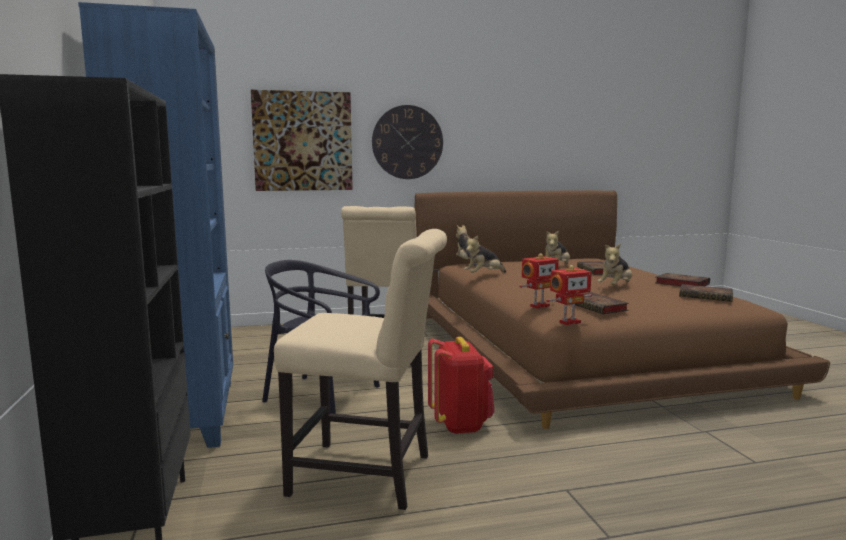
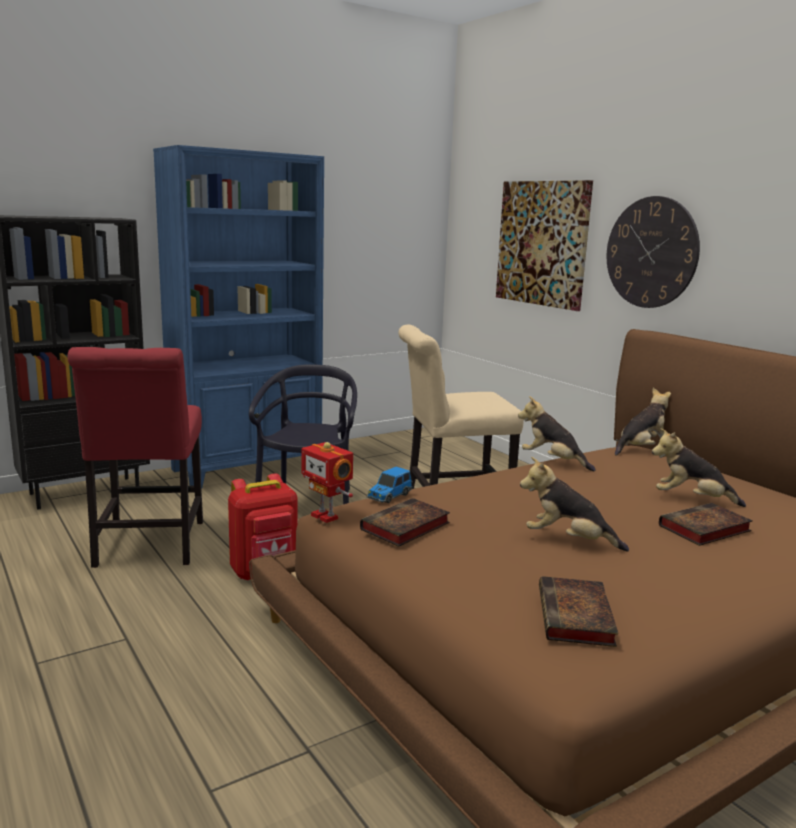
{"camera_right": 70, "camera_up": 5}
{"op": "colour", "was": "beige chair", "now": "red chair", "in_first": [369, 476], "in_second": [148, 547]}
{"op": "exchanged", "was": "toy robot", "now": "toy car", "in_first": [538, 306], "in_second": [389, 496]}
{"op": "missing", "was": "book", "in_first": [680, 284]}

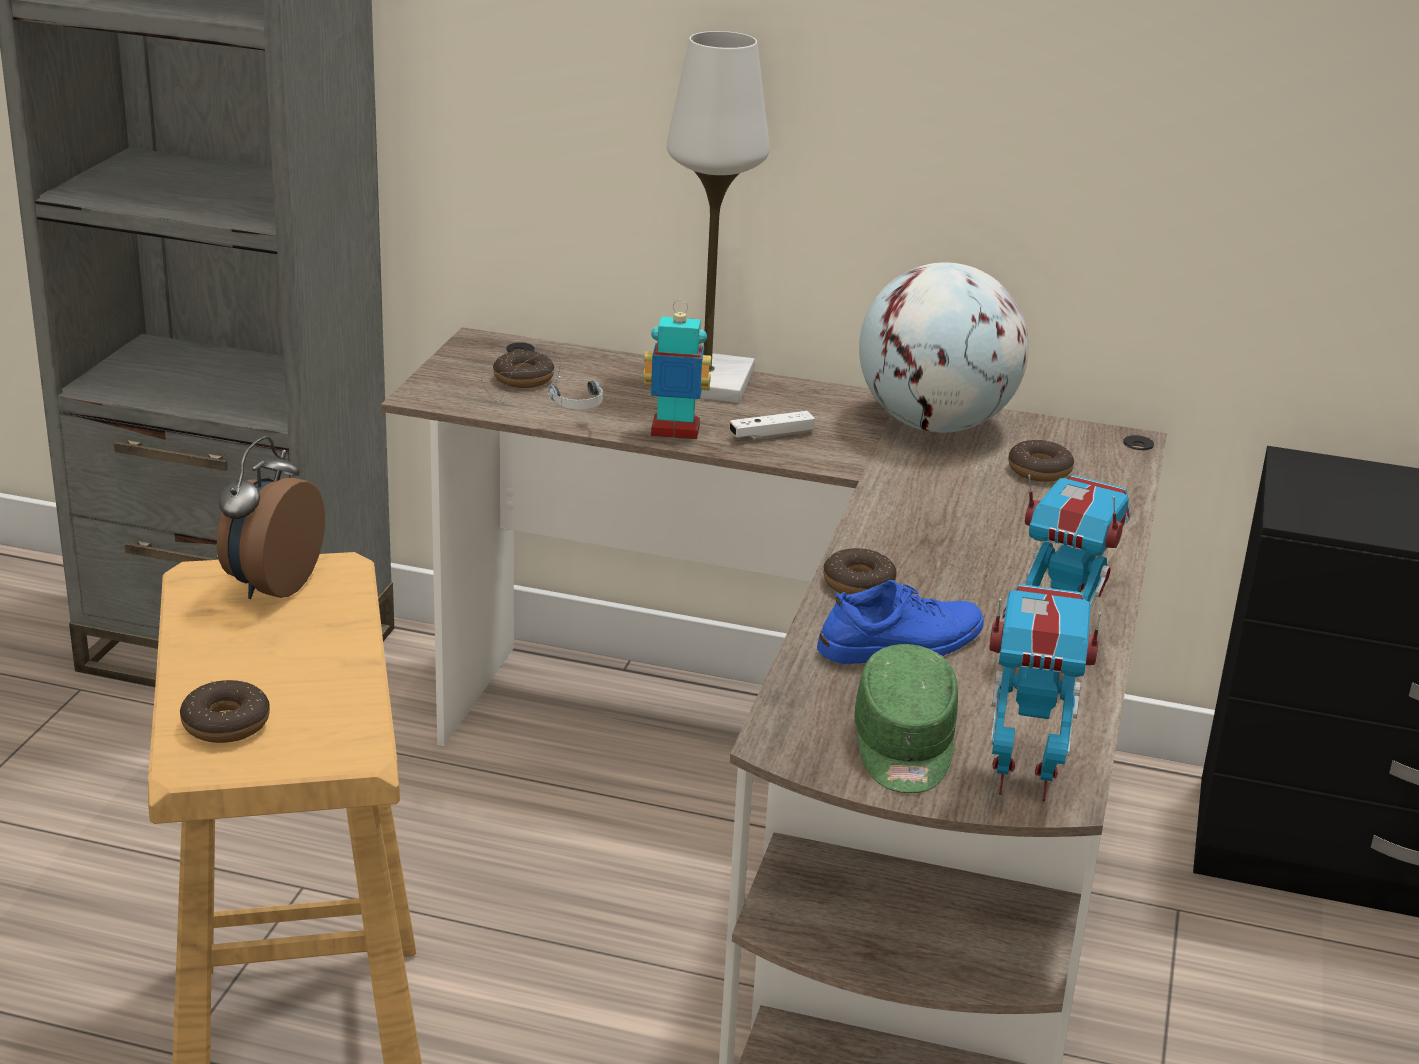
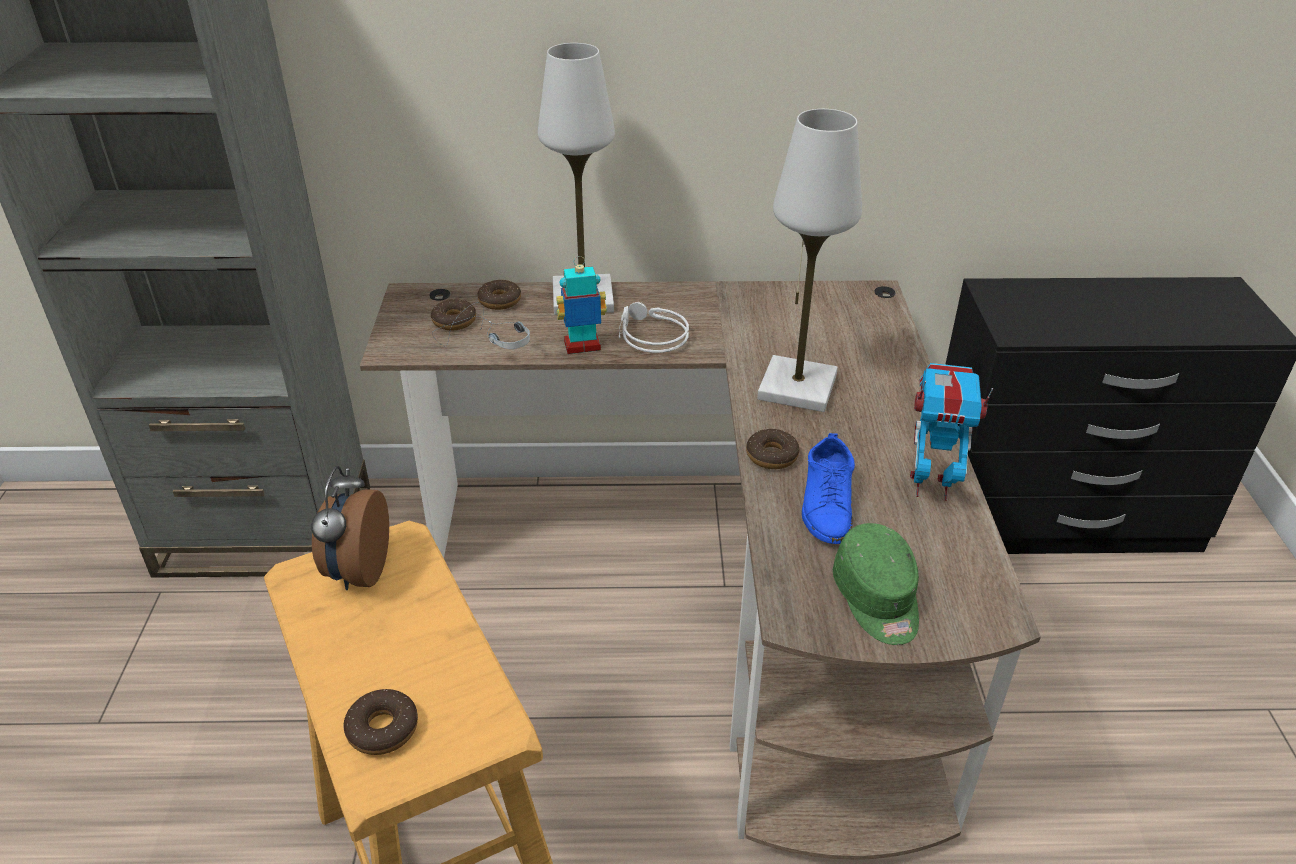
{"camera_right": -15, "camera_up": 10}
{"op": "missing", "was": "globe", "in_first": [935, 425]}
{"op": "exchanged", "was": "white game controller", "now": "grey headphones", "in_first": [771, 435], "in_second": [649, 336]}
{"op": "relocated", "was": "donut", "in_first": [1039, 470], "in_second": [500, 301]}
{"op": "spun", "was": "blue shoe", "in_first": [901, 643], "in_second": [827, 503], "clockwise": 135}
{"op": "missing", "was": "toy robot", "in_first": [1023, 780]}
{"op": "appeared", "now": "white table lamp", "in_second": [797, 387]}

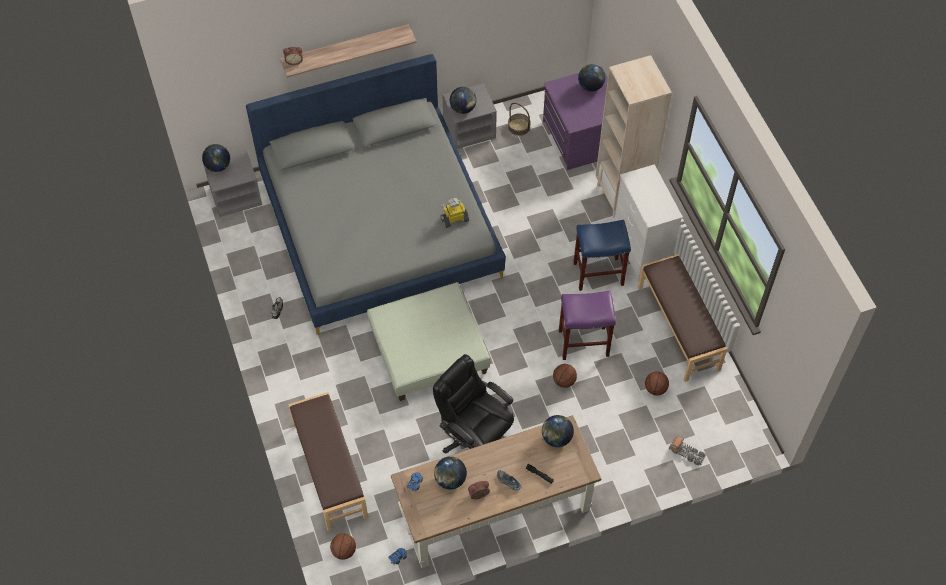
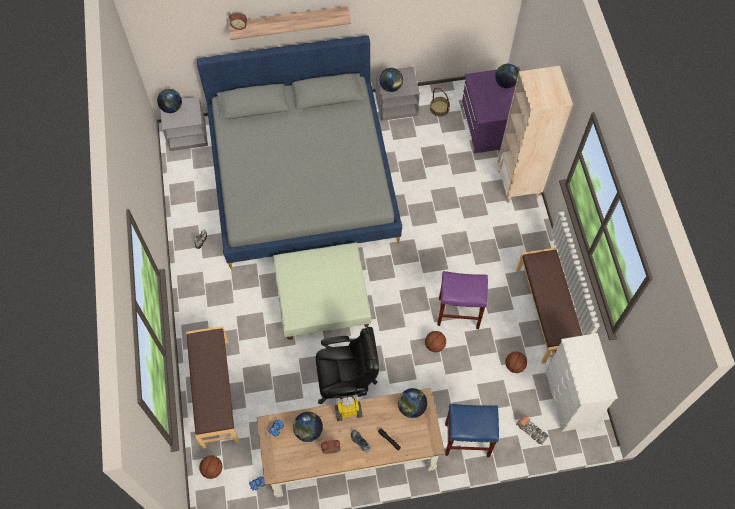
{"camera_right": 10, "camera_up": 5}
{"op": "relocated", "was": "white dresser", "in_first": [640, 251], "in_second": [568, 399]}
{"op": "relocated", "was": "toy robot", "in_first": [454, 219], "in_second": [348, 411]}
{"op": "relocated", "was": "blue stool", "in_first": [599, 273], "in_second": [467, 439]}
{"op": "spun", "was": "black office chair", "in_first": [475, 437], "in_second": [346, 383], "clockwise": 120}

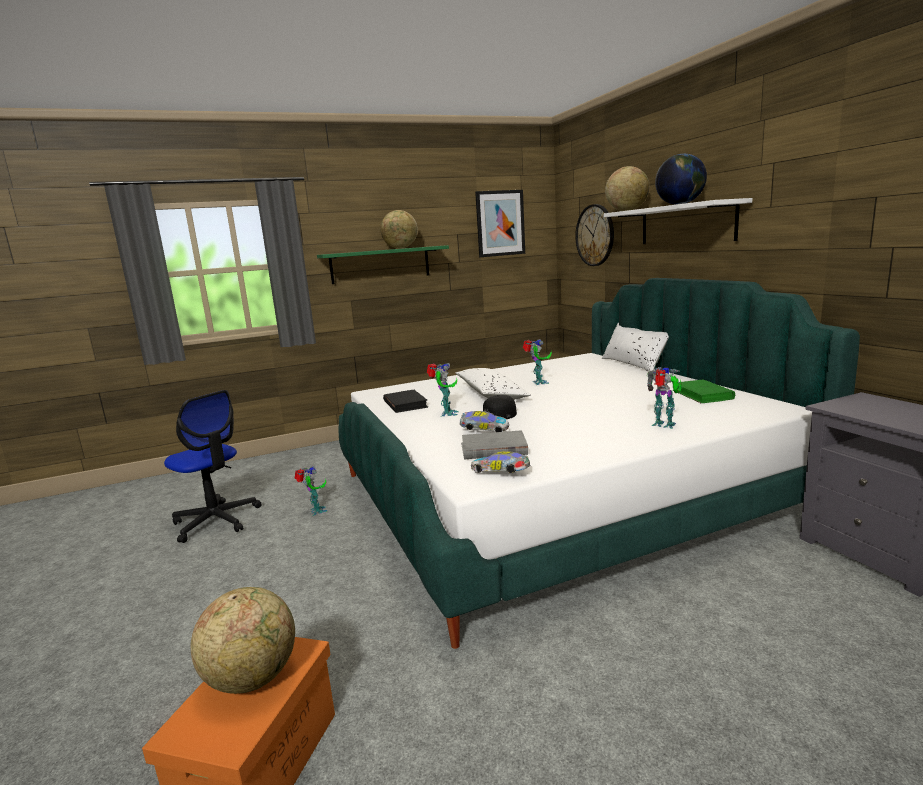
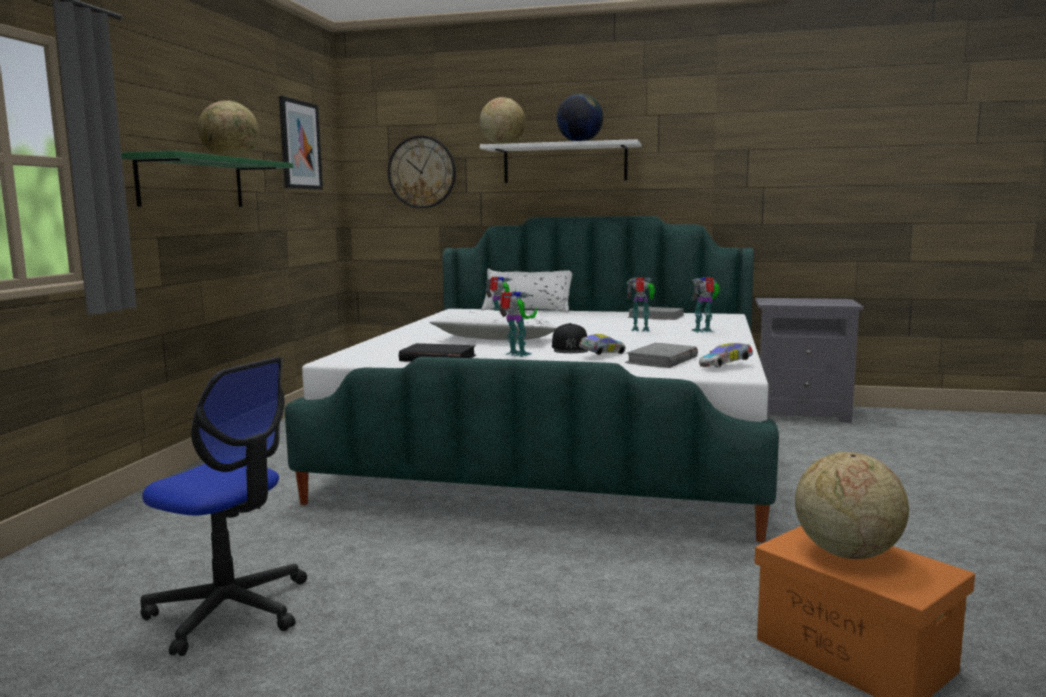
{"camera_right": -55, "camera_up": -5}
{"op": "colour", "was": "green book", "now": "grey book", "in_first": [702, 395], "in_second": [656, 316]}
{"op": "spun", "was": "office chair", "in_first": [216, 521], "in_second": [230, 610], "clockwise": 45}
{"op": "relocated", "was": "toy robot", "in_first": [316, 511], "in_second": [641, 330]}

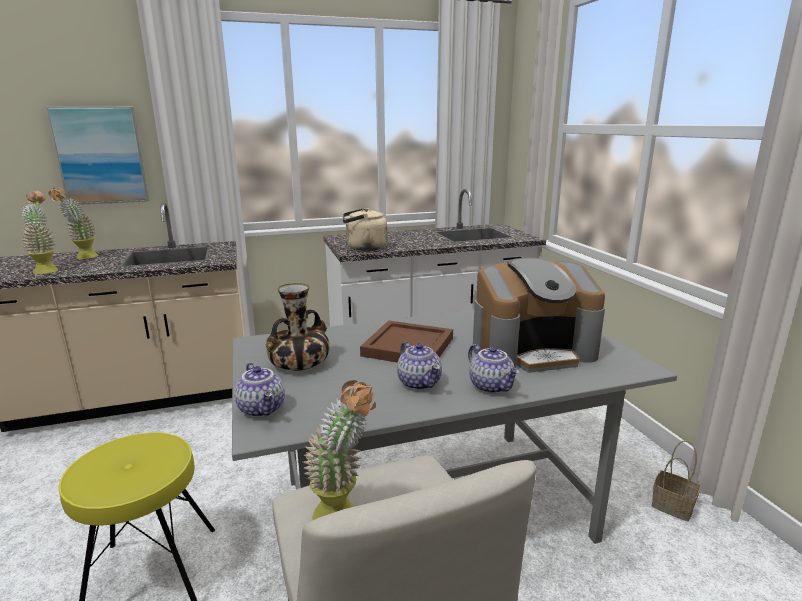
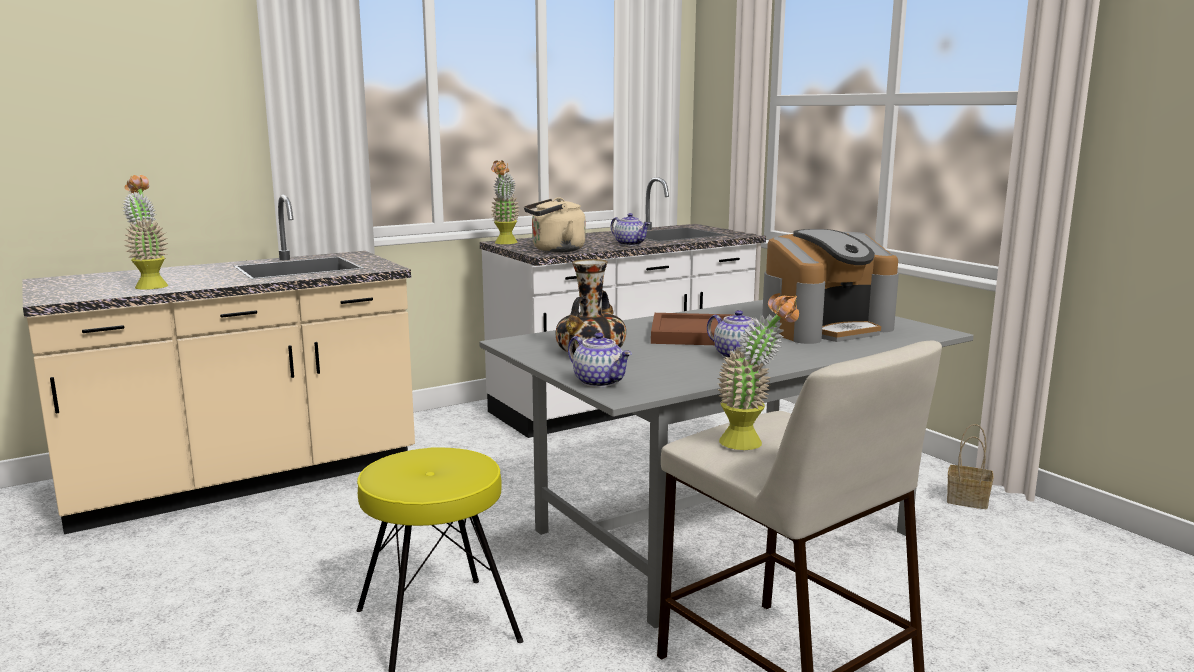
{"camera_right": -15, "camera_up": -5}
{"op": "missing", "was": "picture", "in_first": [101, 155]}
{"op": "relocated", "was": "potted plant", "in_first": [82, 258], "in_second": [505, 243]}
{"op": "relocated", "was": "teapot", "in_first": [492, 386], "in_second": [630, 244]}

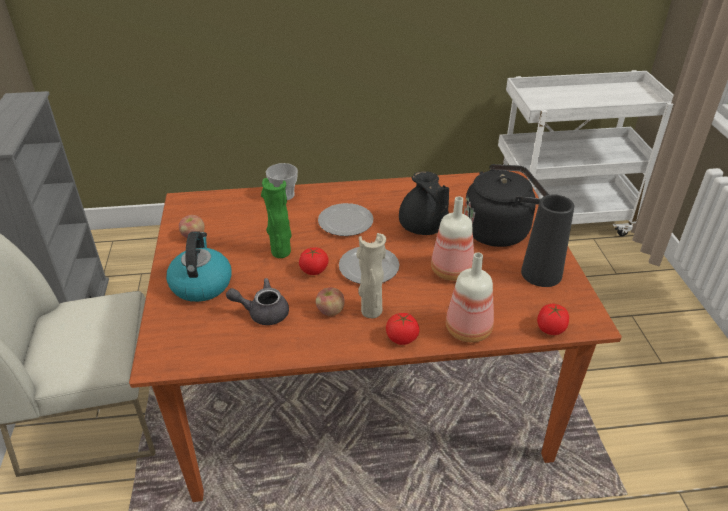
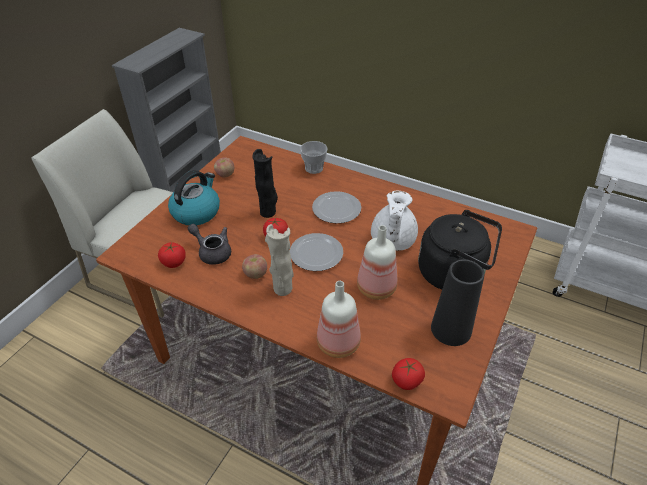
{"camera_right": 35, "camera_up": 5}
{"op": "colour", "was": "black teapot", "now": "white teapot", "in_first": [423, 227], "in_second": [392, 241]}
{"op": "colour", "was": "green vase", "now": "black vase", "in_first": [281, 252], "in_second": [268, 212]}
{"op": "relocated", "was": "tomato", "in_first": [401, 338], "in_second": [174, 262]}

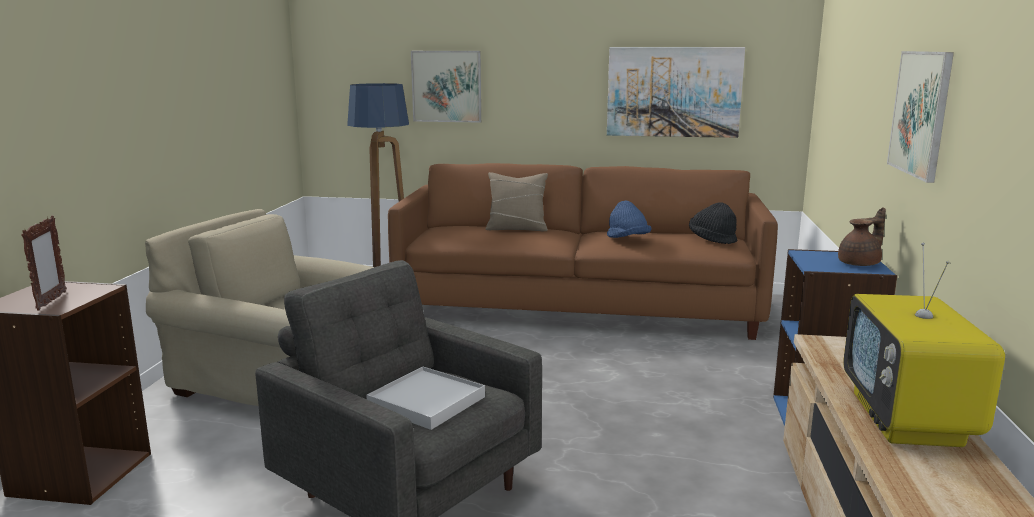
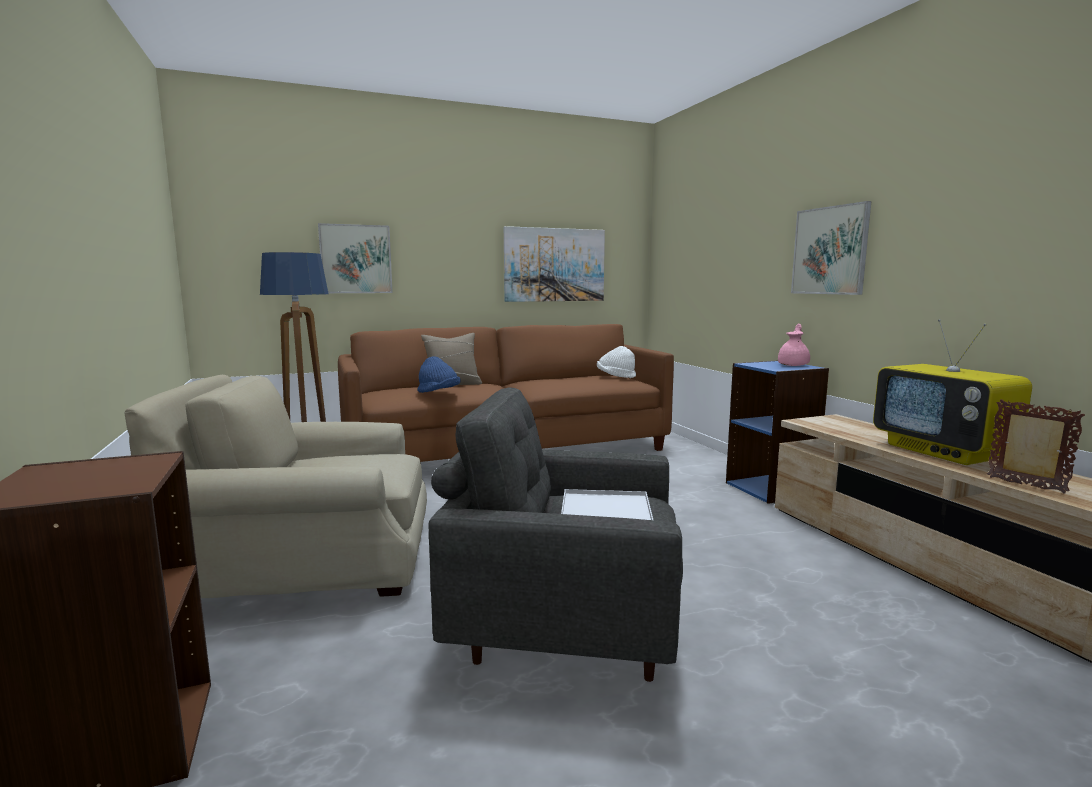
{"camera_right": -30, "camera_up": -5}
{"op": "relocated", "was": "blue hat", "in_first": [627, 240], "in_second": [438, 393]}
{"op": "colour", "was": "black hat", "now": "white hat", "in_first": [712, 239], "in_second": [615, 377]}
{"op": "colour", "was": "brown teapot", "now": "pink teapot", "in_first": [860, 263], "in_second": [794, 365]}
{"op": "relocated", "was": "picture frame", "in_first": [51, 301], "in_second": [1026, 485]}

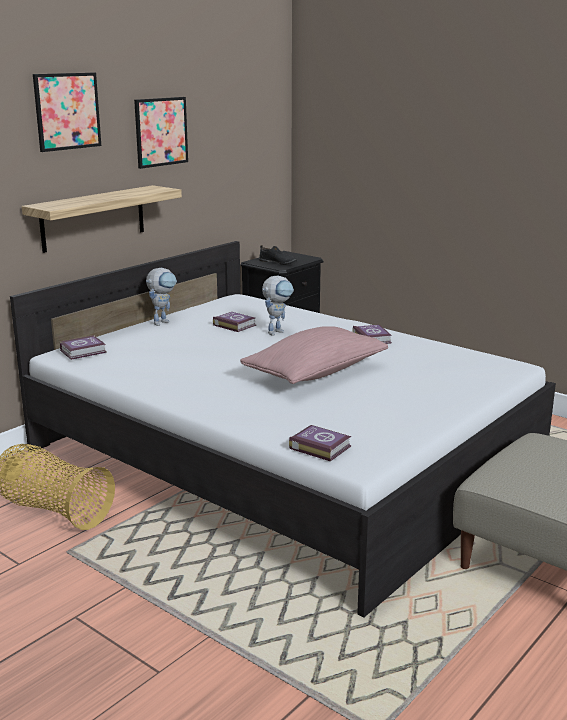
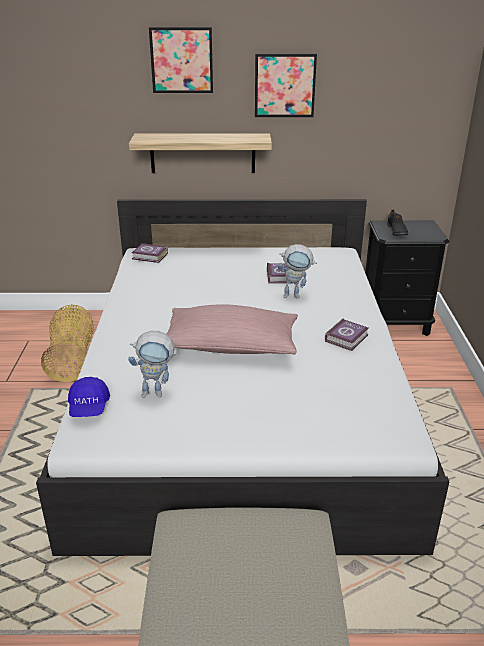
{"camera_right": 50, "camera_up": 10}
{"op": "relocated", "was": "toy robot", "in_first": [163, 321], "in_second": [158, 393]}
{"op": "exchanged", "was": "book", "now": "blue cap", "in_first": [319, 447], "in_second": [89, 407]}

